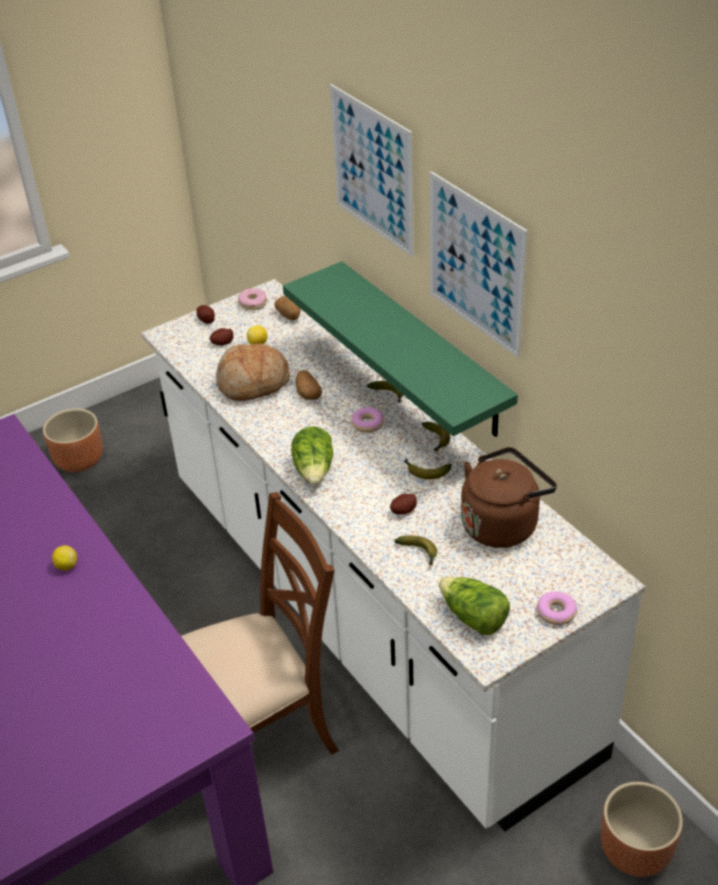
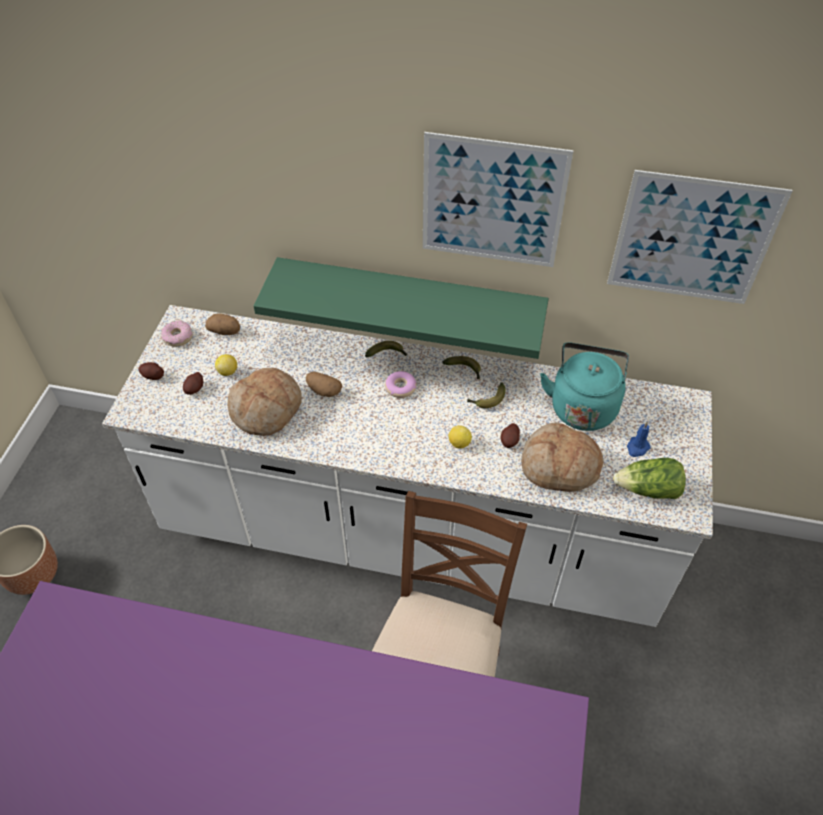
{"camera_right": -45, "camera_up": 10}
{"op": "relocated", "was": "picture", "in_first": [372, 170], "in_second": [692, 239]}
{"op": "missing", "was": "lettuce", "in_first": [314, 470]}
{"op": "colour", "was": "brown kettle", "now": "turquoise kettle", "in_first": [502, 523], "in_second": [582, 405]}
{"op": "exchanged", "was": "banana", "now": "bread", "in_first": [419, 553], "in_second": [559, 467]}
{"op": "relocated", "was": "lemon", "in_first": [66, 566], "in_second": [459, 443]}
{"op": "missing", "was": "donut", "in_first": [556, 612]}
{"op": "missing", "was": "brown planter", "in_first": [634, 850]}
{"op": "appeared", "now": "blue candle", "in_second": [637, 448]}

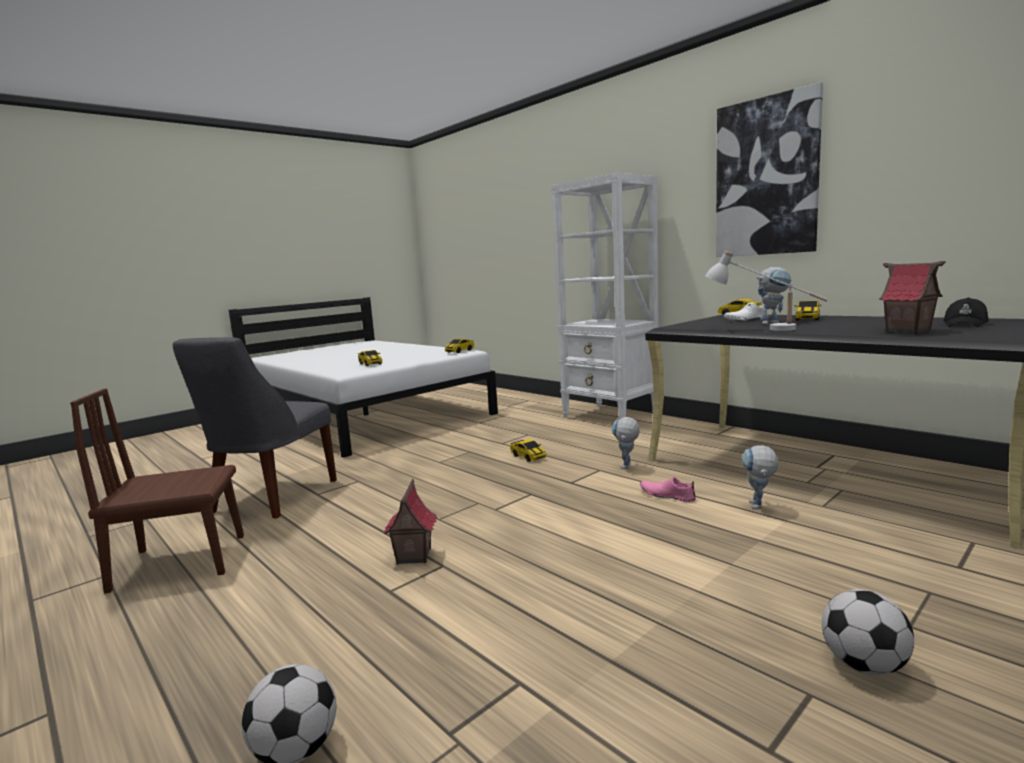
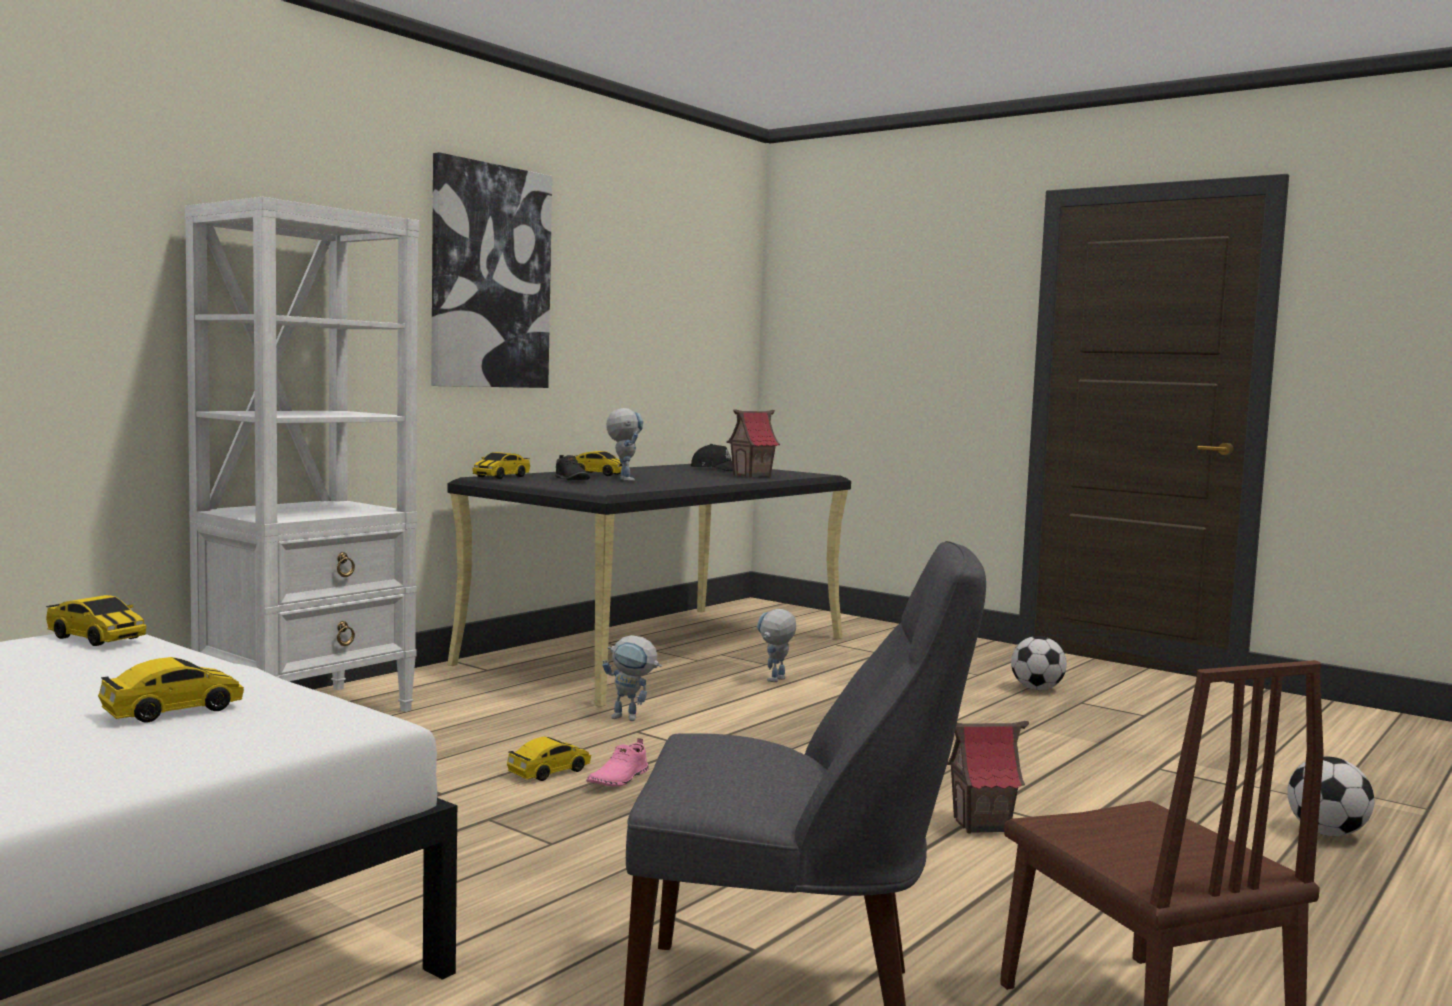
{"camera_right": -100, "camera_up": -5}
{"op": "missing", "was": "white table lamp", "in_first": [763, 329]}
{"op": "colour", "was": "white shoe", "now": "black shoe", "in_first": [746, 320], "in_second": [571, 480]}
{"op": "spun", "was": "toy robot", "in_first": [758, 508], "in_second": [775, 681], "clockwise": 120}
{"op": "relocated", "was": "pink shoe", "in_first": [667, 495], "in_second": [618, 779]}

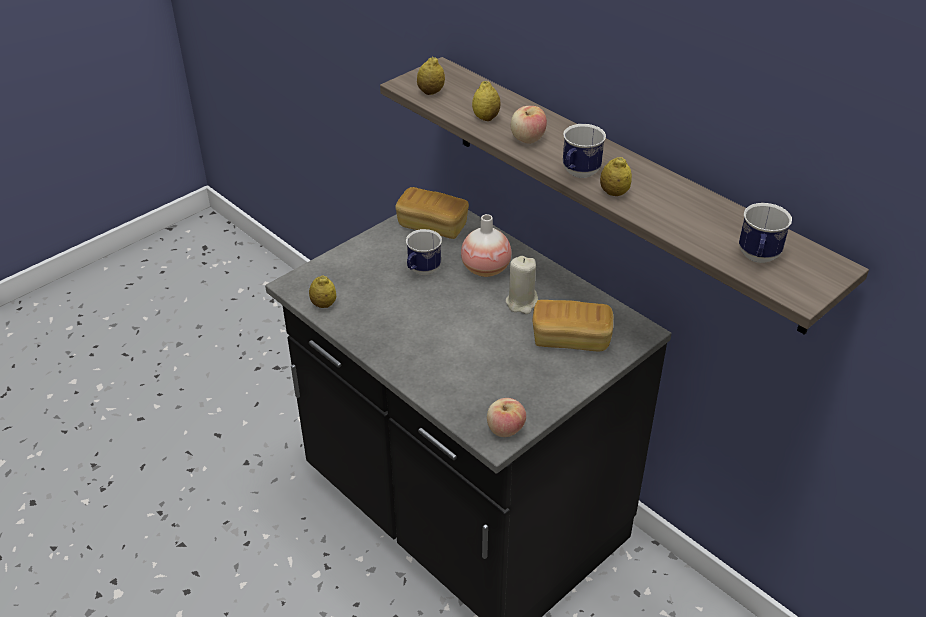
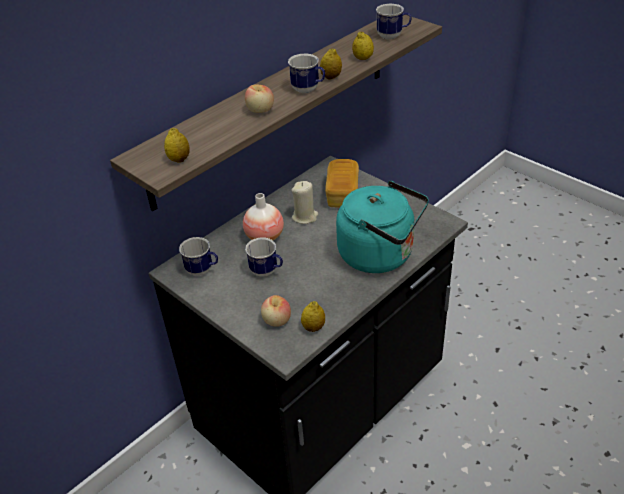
{"camera_right": -90, "camera_up": 0}
{"op": "relocated", "was": "lemon", "in_first": [486, 118], "in_second": [363, 58]}
{"op": "exchanged", "was": "bread", "now": "mug", "in_first": [432, 226], "in_second": [203, 270]}
{"op": "relocated", "was": "apple", "in_first": [505, 429], "in_second": [277, 321]}
{"op": "appeared", "now": "turquoise kettle", "in_second": [380, 255]}

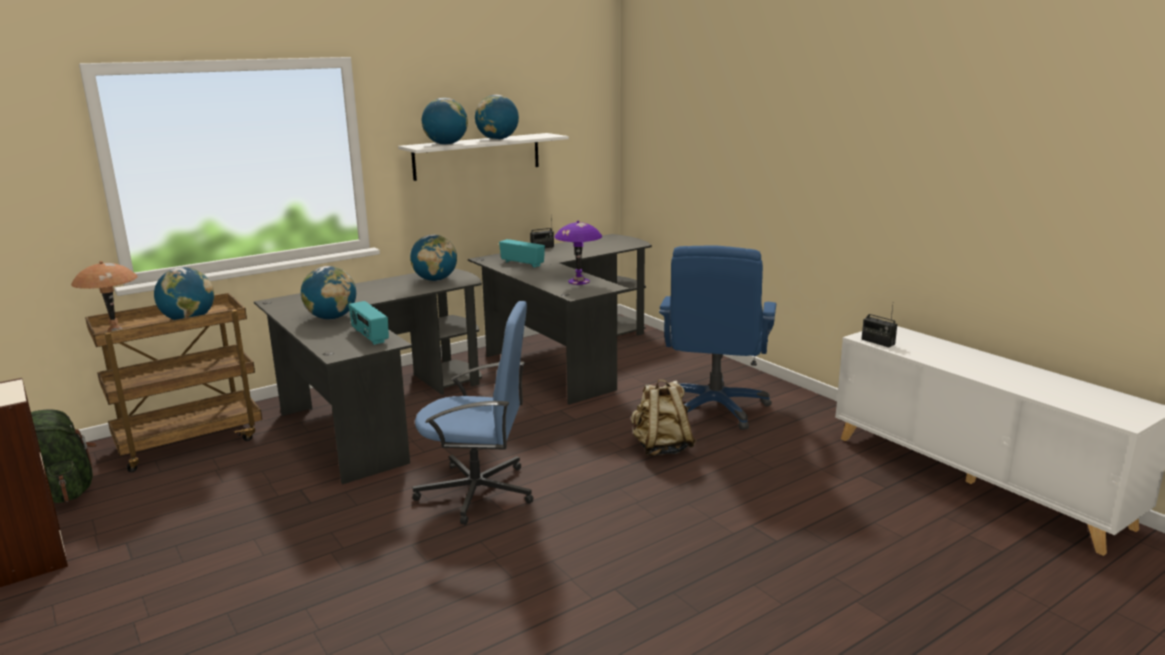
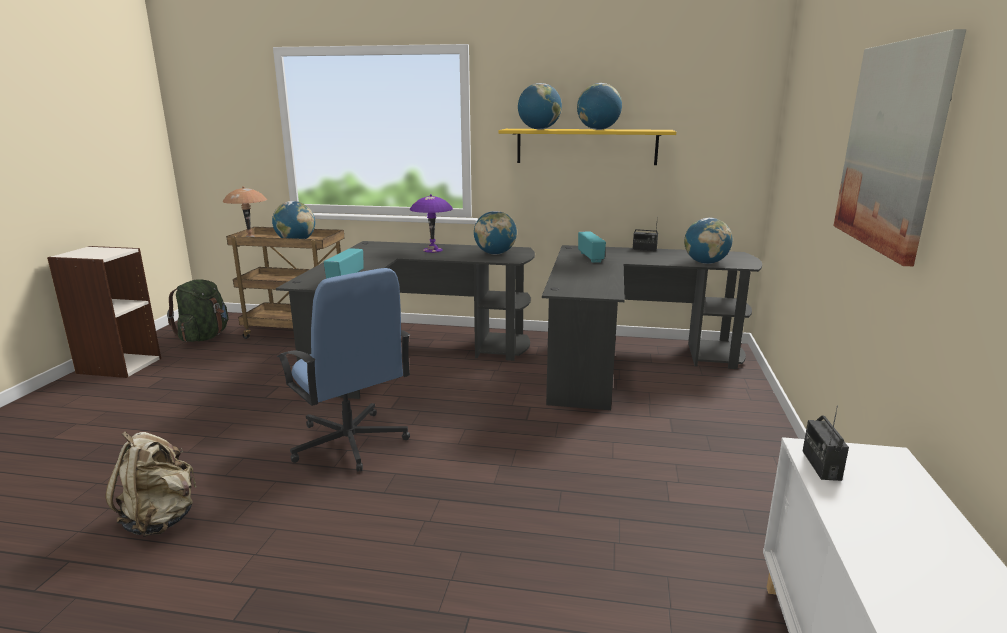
{"camera_right": 45, "camera_up": 0}
{"op": "colour", "was": "white shelf", "now": "yellow shelf", "in_first": [477, 156], "in_second": [586, 146]}
{"op": "relocated", "was": "purple table lamp", "in_first": [579, 281], "in_second": [432, 250]}
{"op": "missing", "was": "blue office chair", "in_first": [715, 408]}
{"op": "relocated", "was": "globe", "in_first": [331, 318], "in_second": [705, 263]}
{"op": "relocated", "was": "beige backpack", "in_first": [661, 448], "in_second": [161, 519]}
{"op": "appeared", "now": "picture", "in_second": [893, 147]}

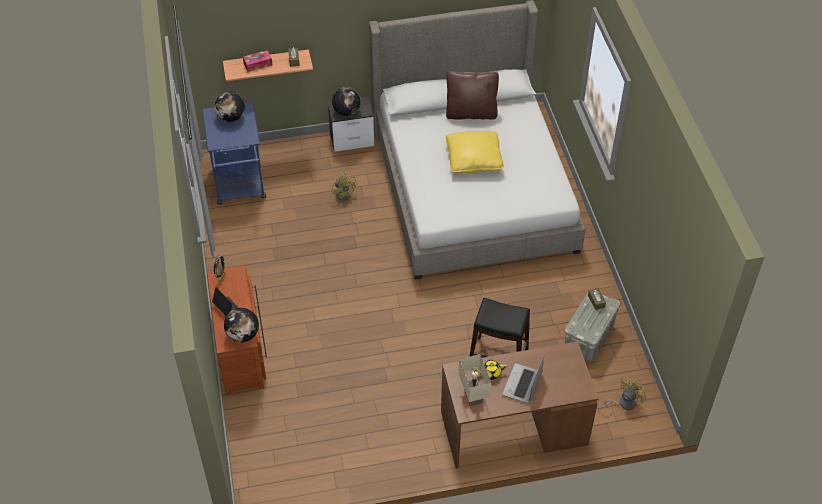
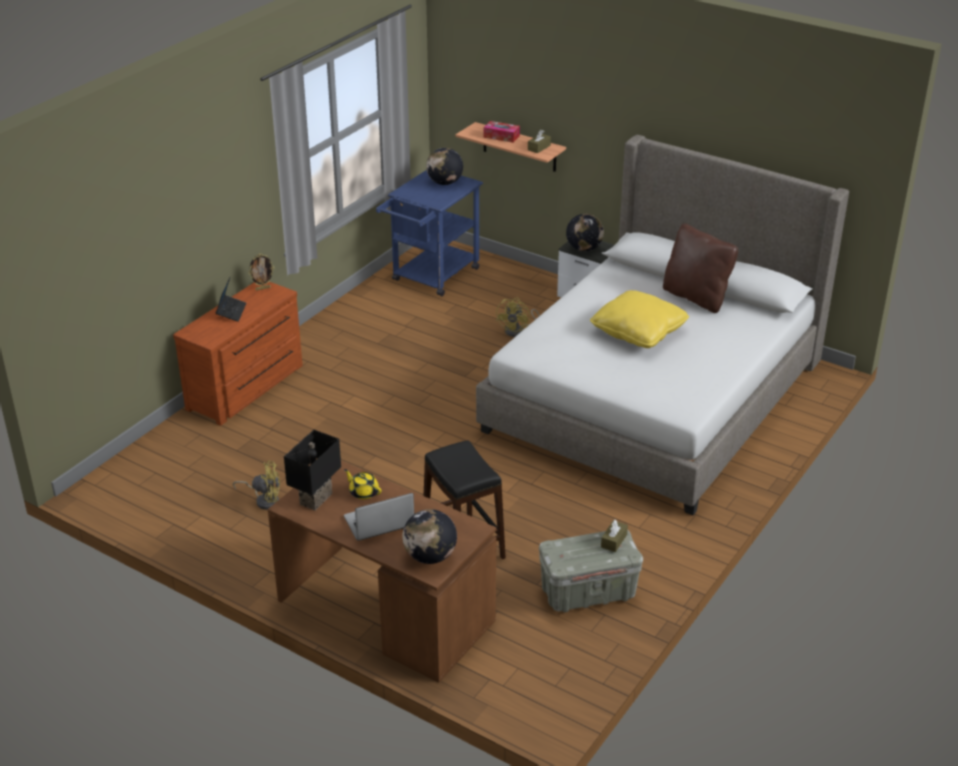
{"camera_right": 45, "camera_up": -15}
{"op": "relocated", "was": "globe", "in_first": [243, 335], "in_second": [430, 557]}
{"op": "colour", "was": "beige table lamp", "now": "black table lamp", "in_first": [472, 396], "in_second": [315, 498]}
{"op": "relocated", "was": "yellow fan", "in_first": [623, 403], "in_second": [264, 500]}

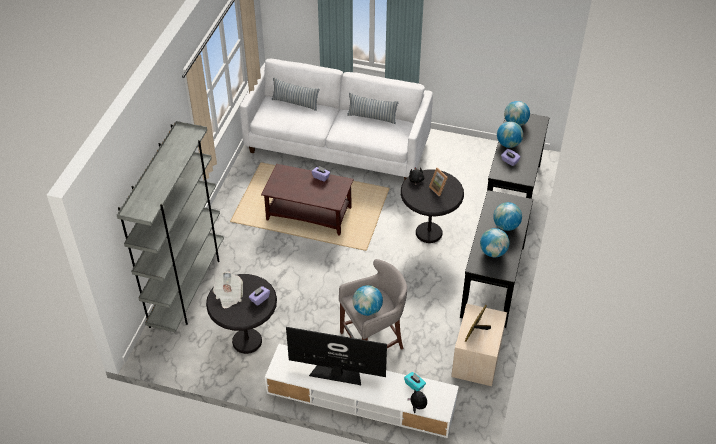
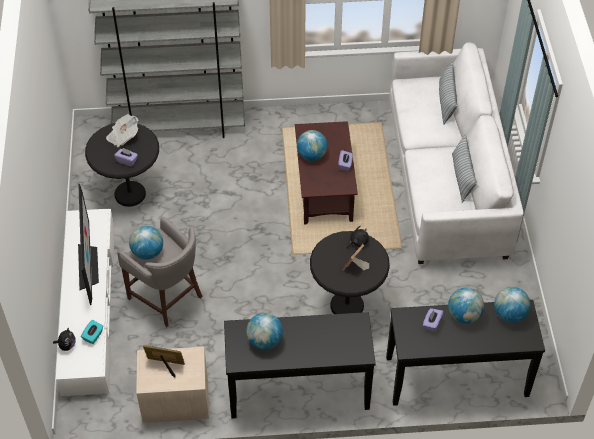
{"camera_right": 70, "camera_up": 5}
{"op": "relocated", "was": "globe", "in_first": [506, 226], "in_second": [311, 155]}

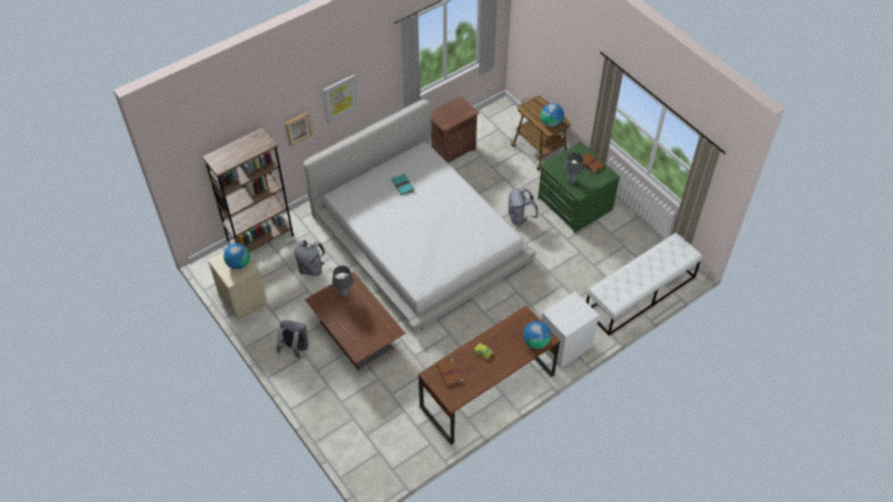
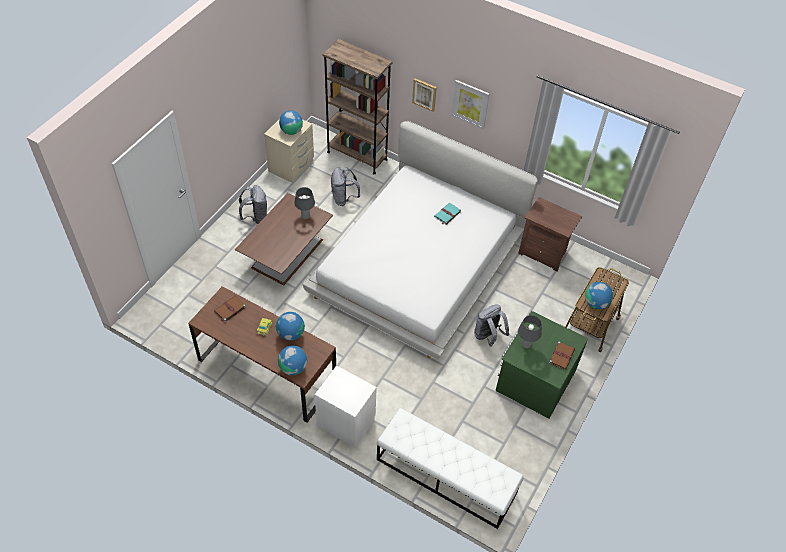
{"camera_right": 65, "camera_up": 0}
{"op": "appeared", "now": "globe", "in_second": [291, 333]}

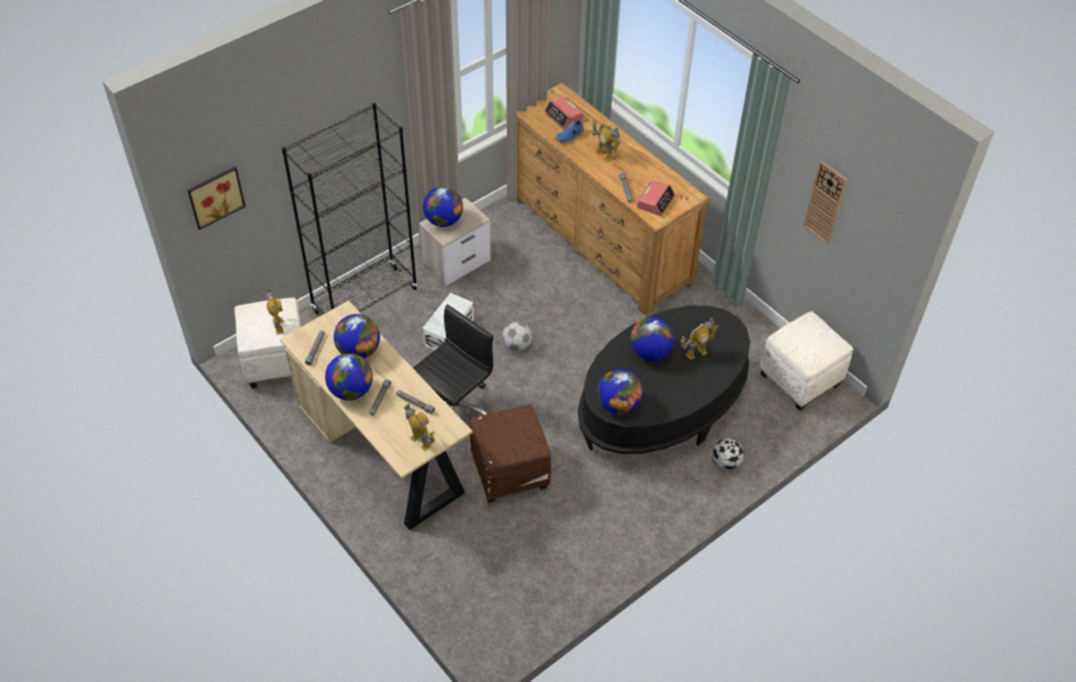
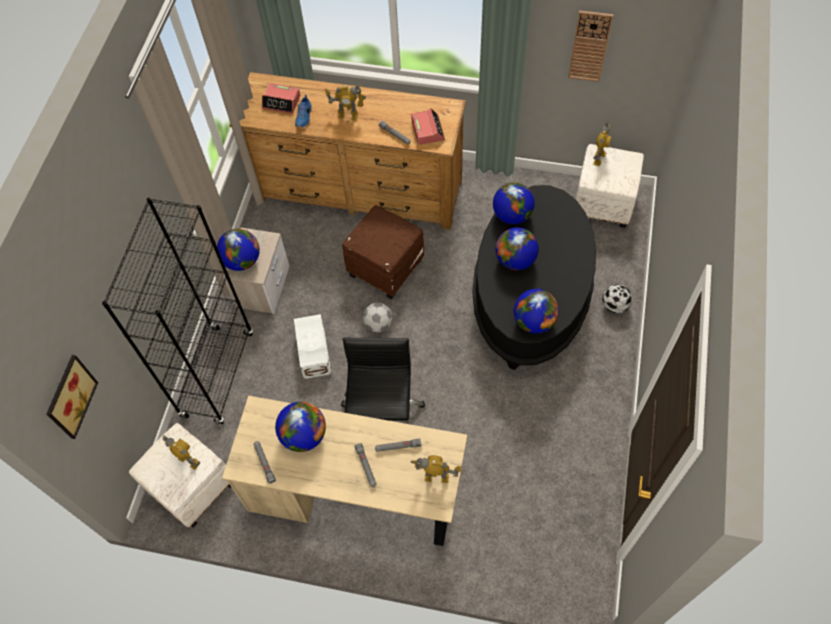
{"camera_right": -35, "camera_up": 10}
{"op": "relocated", "was": "toy robot", "in_first": [696, 353], "in_second": [599, 158]}
{"op": "relocated", "was": "globe", "in_first": [351, 390], "in_second": [512, 215]}
{"op": "relocated", "was": "brown ottoman", "in_first": [510, 471], "in_second": [385, 267]}

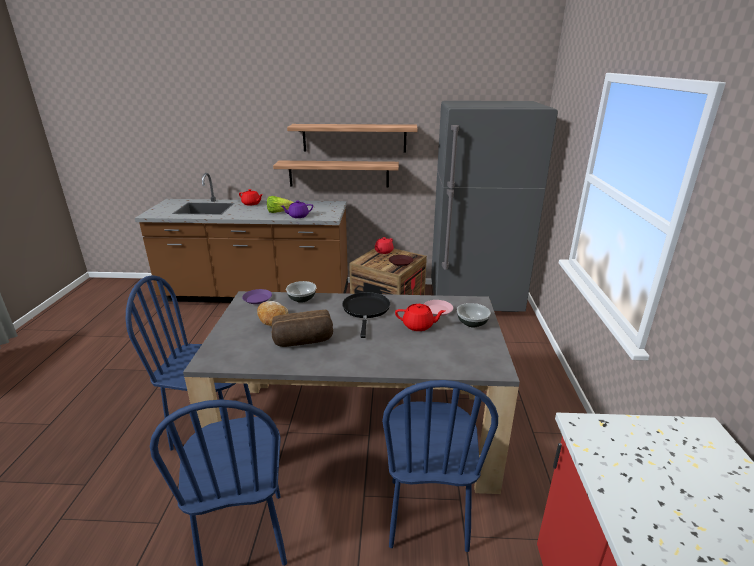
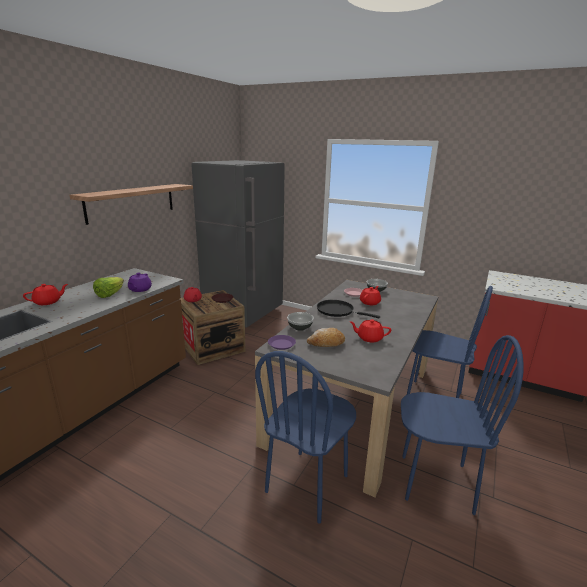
{"camera_right": -65, "camera_up": -5}
{"op": "missing", "was": "shelf", "in_first": [338, 174]}
{"op": "exchanged", "was": "bread", "now": "red teapot", "in_first": [303, 341], "in_second": [369, 338]}

